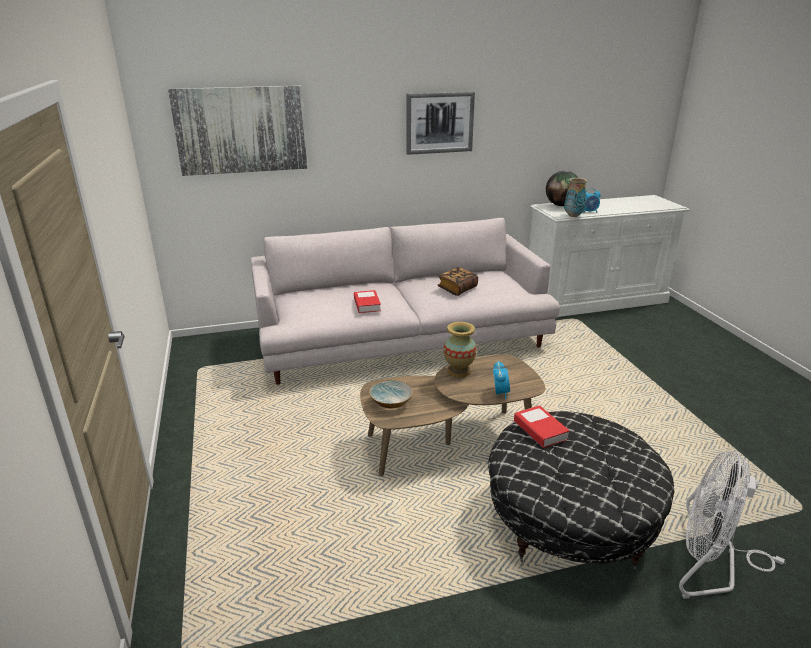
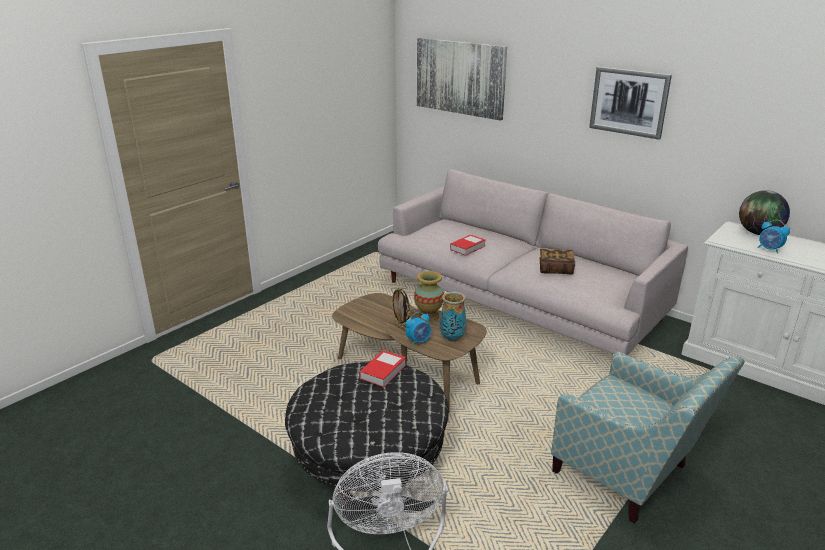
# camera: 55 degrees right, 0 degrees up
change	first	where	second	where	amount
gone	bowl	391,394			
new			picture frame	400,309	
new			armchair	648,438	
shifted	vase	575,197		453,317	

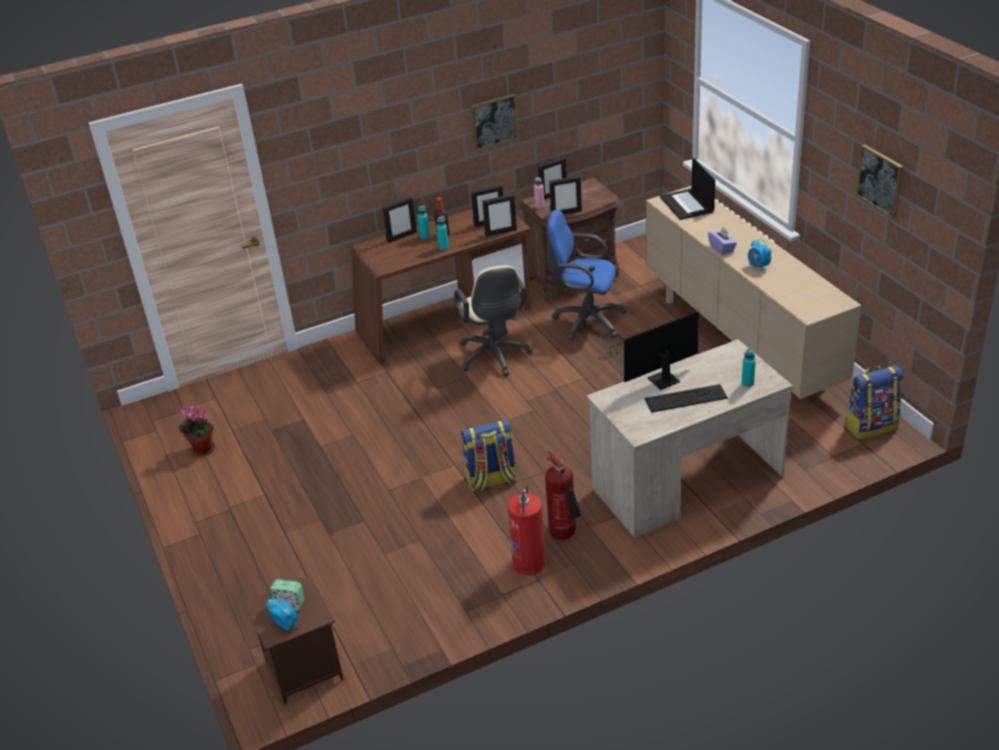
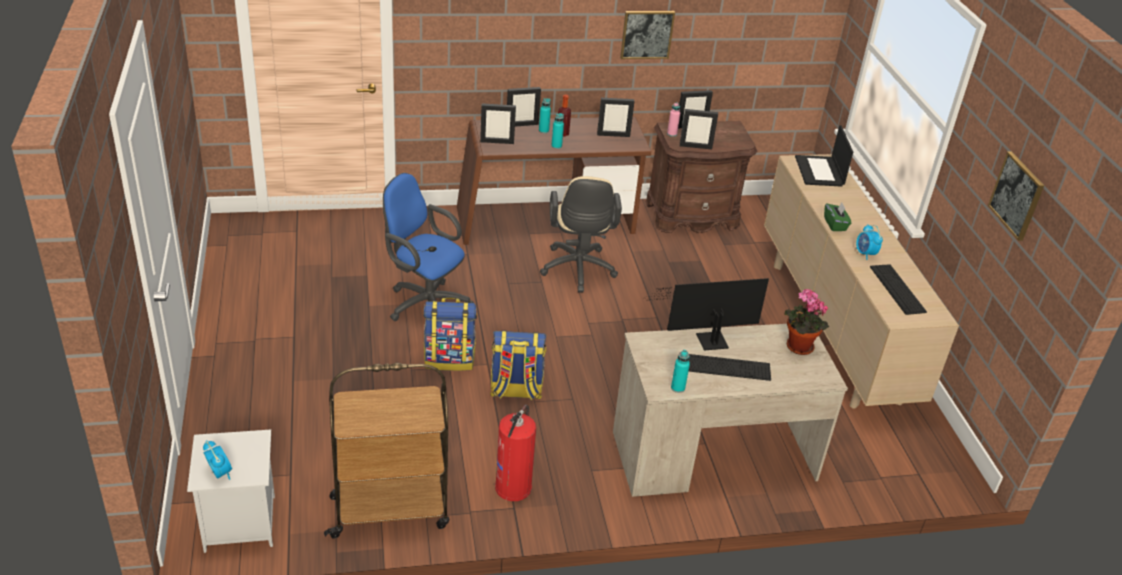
# camera: 10 degrees right, 0 degrees up
change	first	where	second	where	amount
gone	alarm clock	287,595			
gone	fire extinguisher	563,495			
new			brown cart	386,451	
new			keyboard	898,289	
shifted	potted plant	197,430		806,322	
shifted	picture frame	499,215		498,123	
shifted	blue office chair	586,275		428,247	
shifted	turquoise bottle	749,367		680,371	
shifted	backpack	874,402		450,334	
repainted	brown nightstand	294,639	grey nightstand	231,491	
repainted	purple tissue box	722,241	green tissue box	837,216	

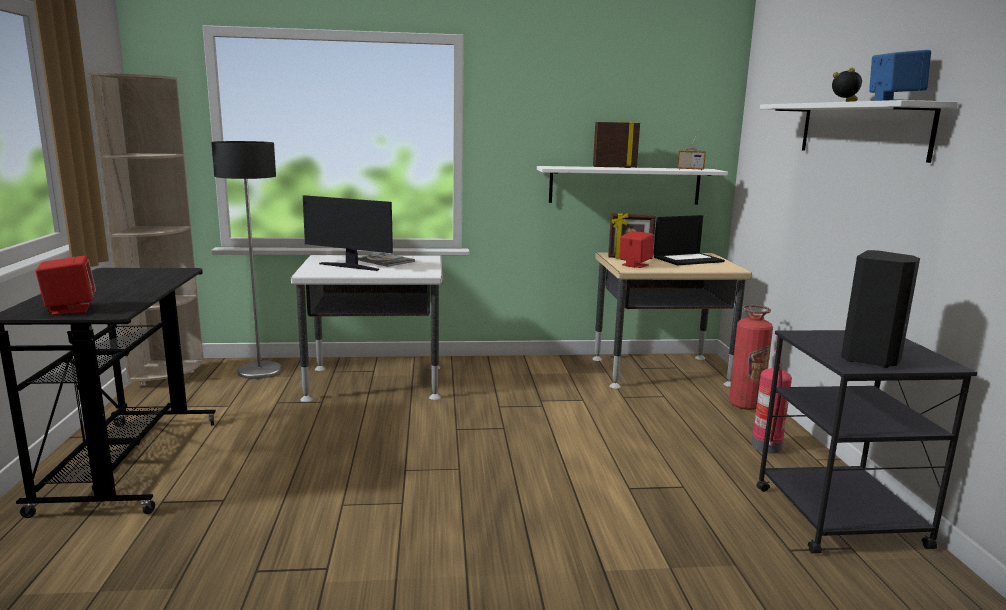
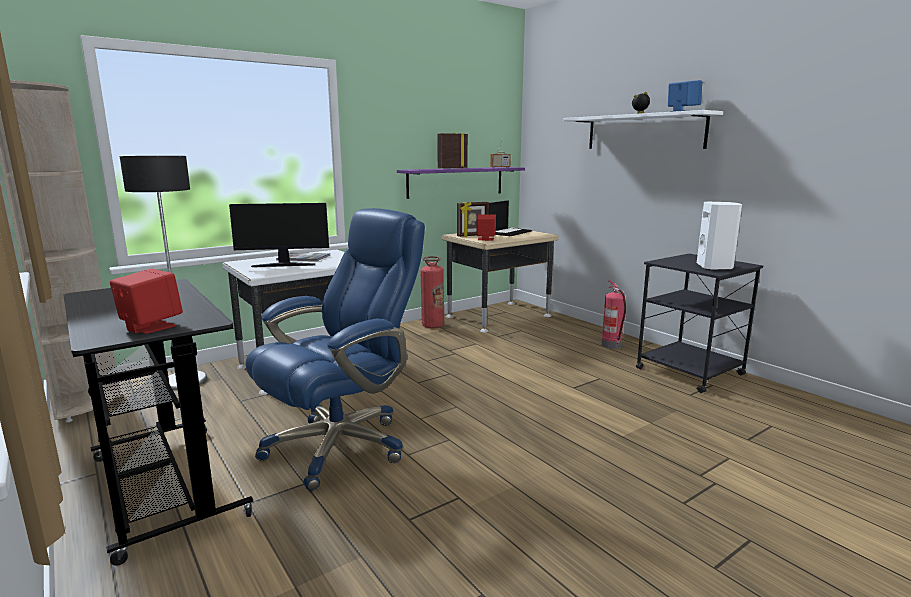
# camera: 30 degrees left, 0 degrees up
change	first	where	second	where	amount
new			blue office chair	335,349	
shifted	fire extinguisher	751,357		432,292	
repainted	white shelf	632,185	purple shelf	461,183	
repainted	black speaker	880,309	white speaker	719,236	

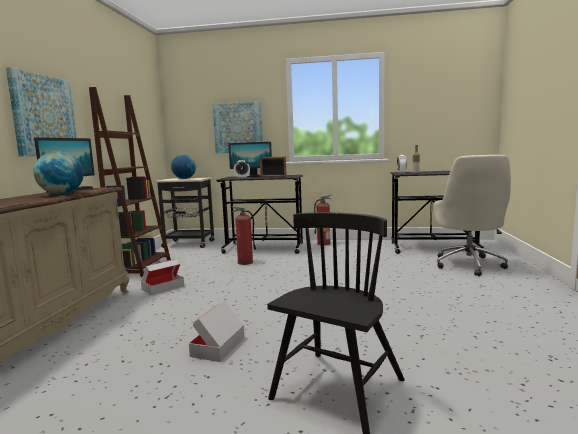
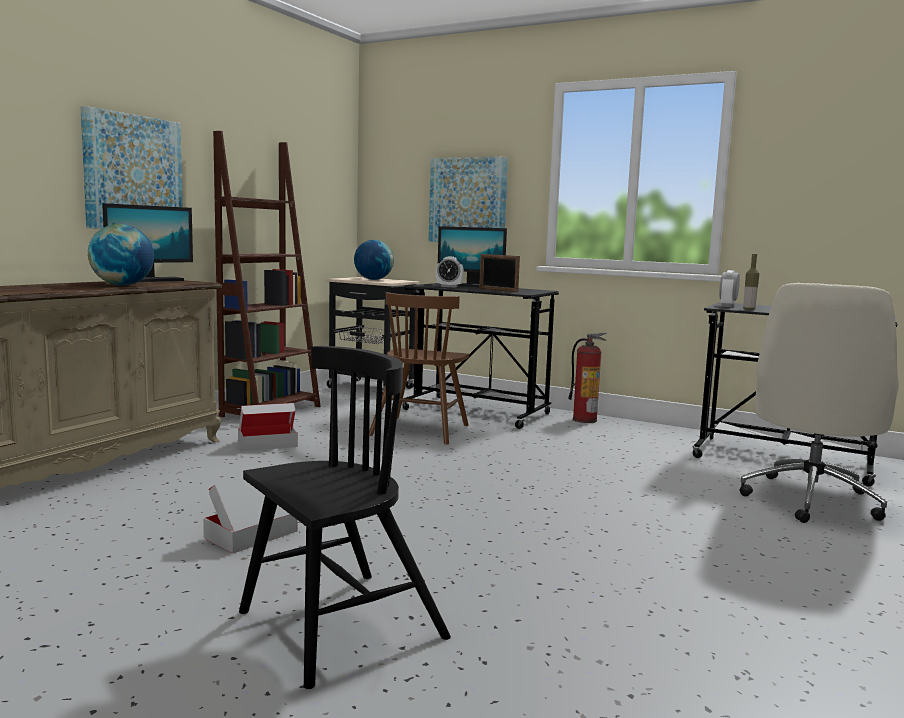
# camera: 20 degrees right, 0 degrees up
change	first	where	second	where	amount
swapped	fire extinguisher	244,236	brown chair	419,368	

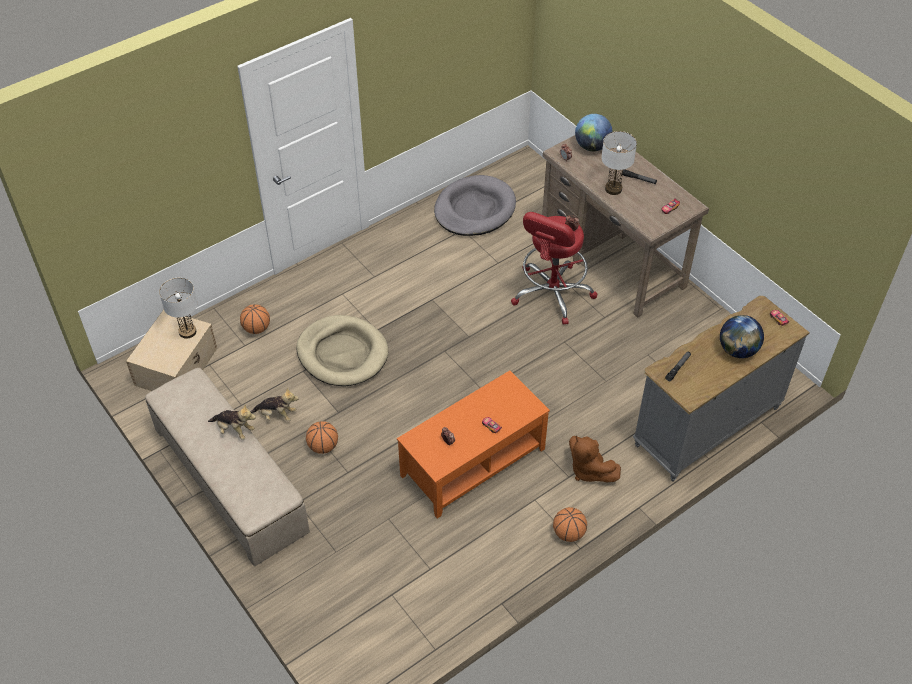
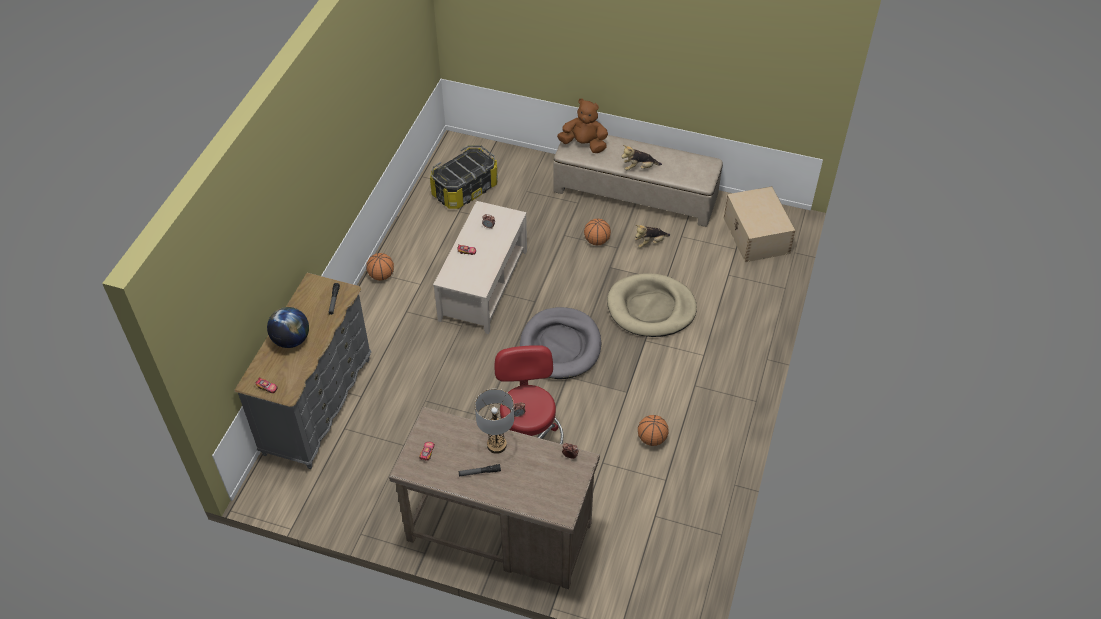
# camera: 145 degrees right, 0 degrees up
change	first	where	second	where	amount
gone	table lamp	178,308			
gone	globe	594,132			
new			storage box	464,177	
shifted	basketball	255,319		653,430	
shifted	grey dog bed	475,205		560,343	
shifted	brown plush toy	595,459		582,125	
repainted	orange coffee table	473,444	beige coffee table	480,267	

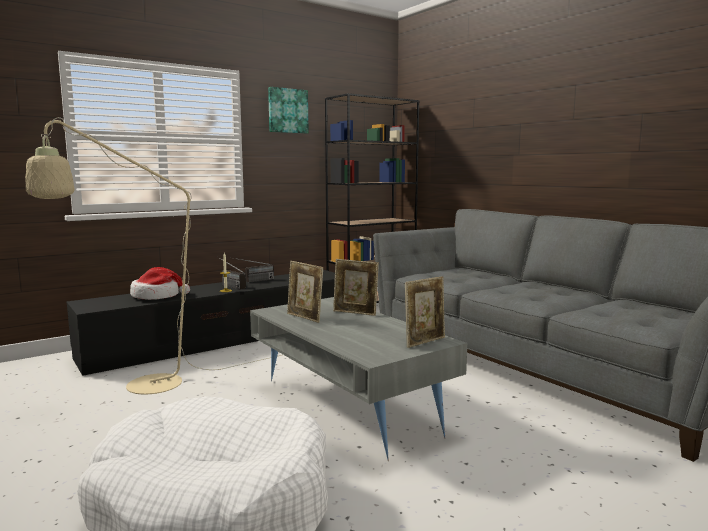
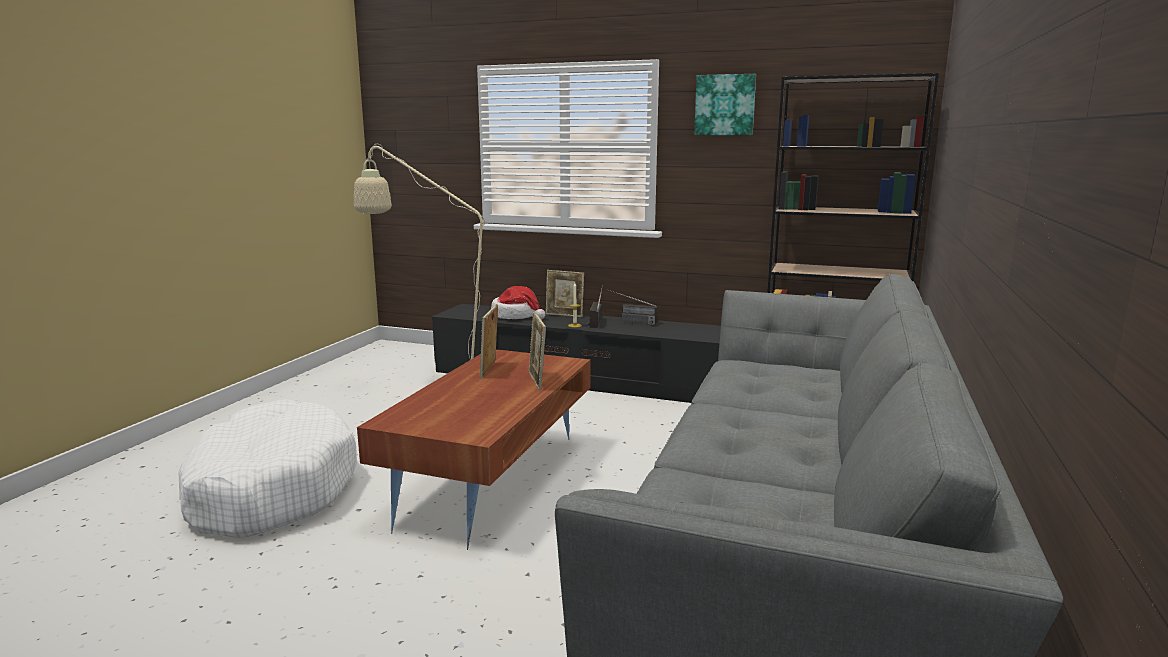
# camera: 55 degrees right, 5 degrees up
change	first	where	second	where	amount
shifted	picture frame	425,312		565,293	
repainted	grey coffee table	358,379	brown coffee table	473,449	

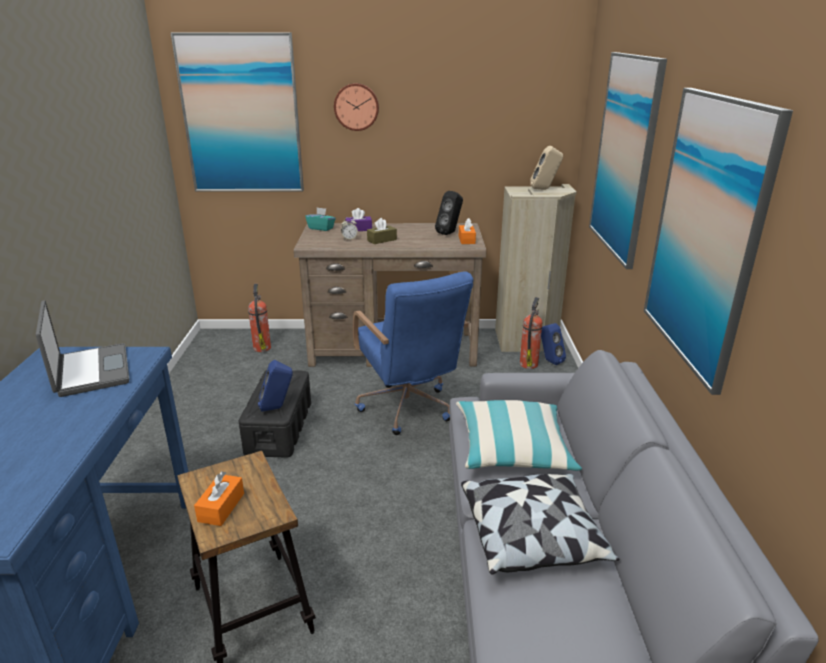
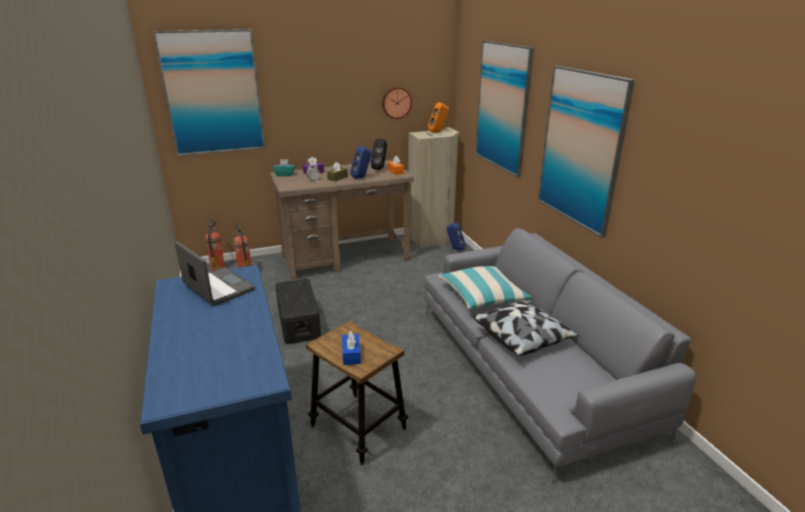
# camera: 20 degrees left, 0 degrees up
change	first	where	second	where	amount
gone	blue office chair	413,353			
shifted	blue speaker	275,386		361,162	
shifted	wall clock	356,107		397,103	
shifted	fire extinguisher	531,333		215,245	
repainted	orange tissue box	219,498	blue tissue box	351,348	
repainted	beige speaker	546,168	orange speaker	438,117	

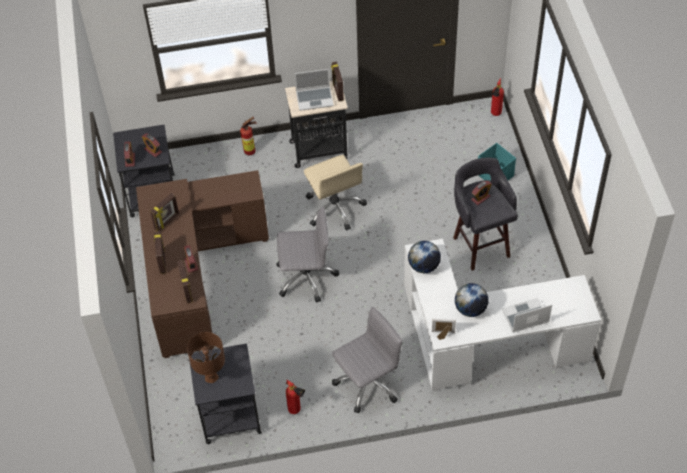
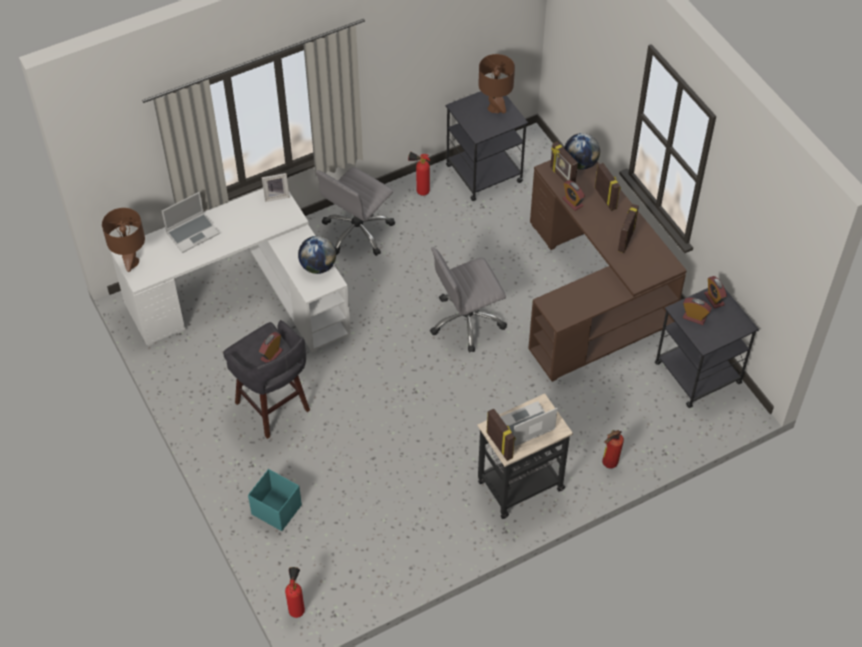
# camera: 160 degrees right, 0 degrees up
change	first	where	second	where	amount
gone	beige office chair	335,193			
new			brown table lamp	123,240	
shifted	globe	472,300		582,151	

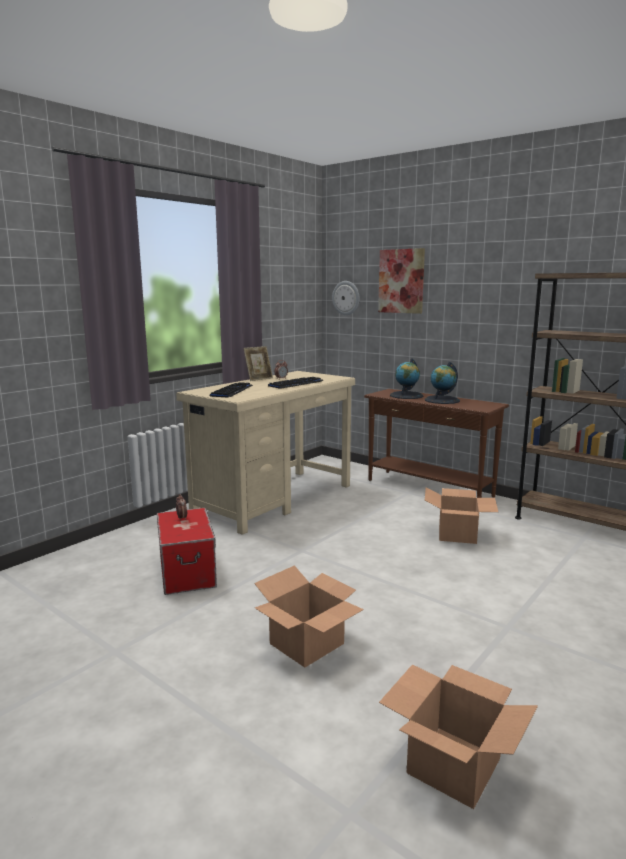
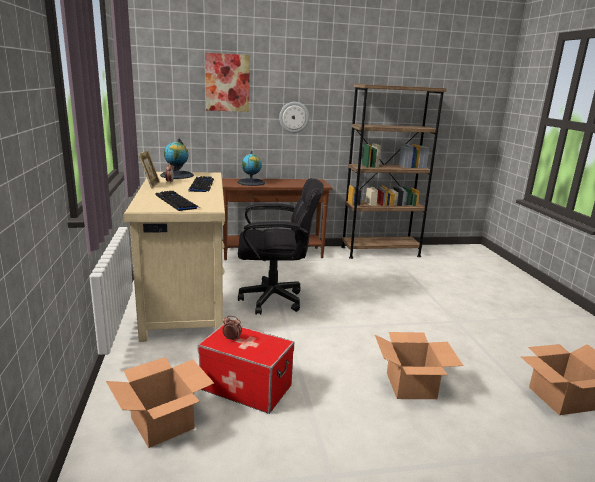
# camera: 50 degrees left, 5 degrees up
change	first	where	second	where	amount
new			black office chair	281,246	
shifted	wall clock	346,298		294,117	
shifted	globe	442,383		177,158	
shifted	cardboard box	461,515		160,402	

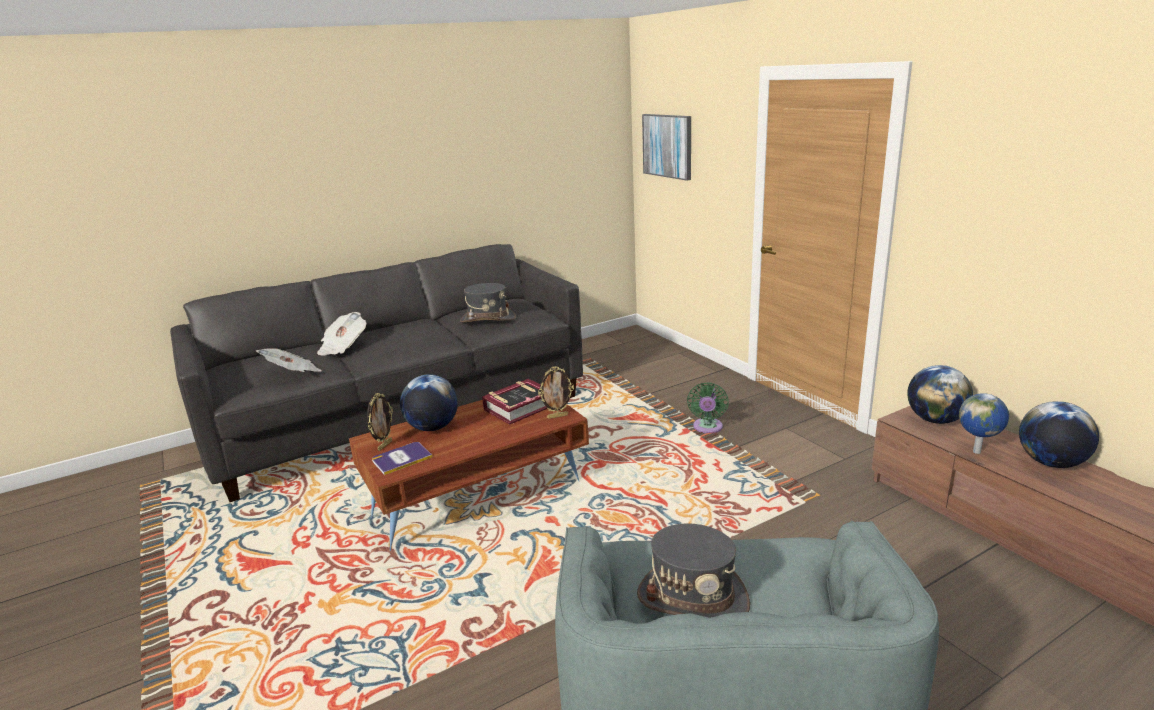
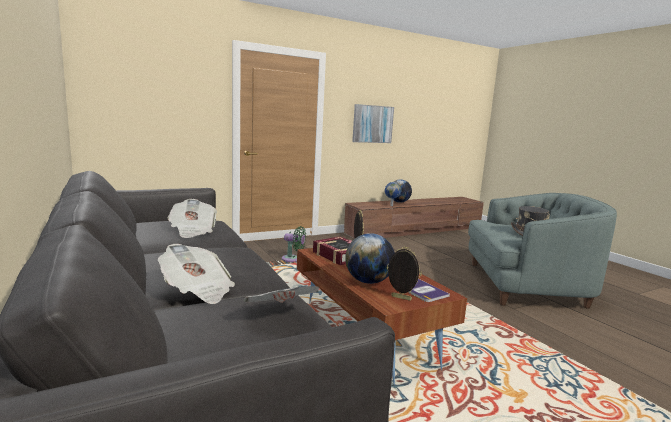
# camera: 90 degrees left, 10 degrees down
change	first	where	second	where	amount
gone	globe	940,394			
shifted	picture	666,147		373,123	
swapped	grey hat	488,303	newspaper	192,218	

